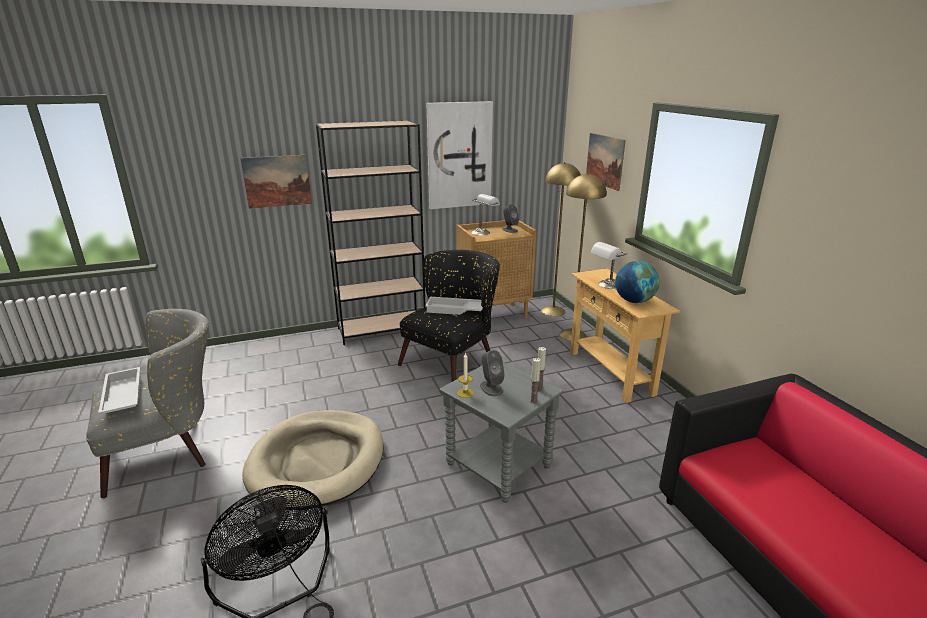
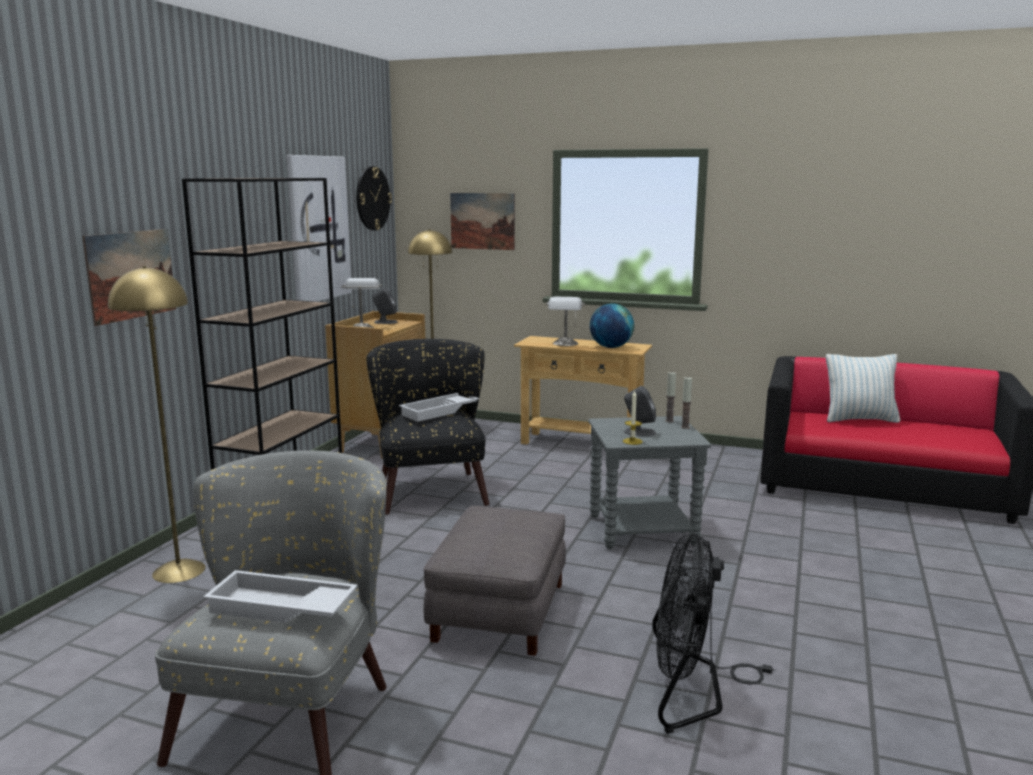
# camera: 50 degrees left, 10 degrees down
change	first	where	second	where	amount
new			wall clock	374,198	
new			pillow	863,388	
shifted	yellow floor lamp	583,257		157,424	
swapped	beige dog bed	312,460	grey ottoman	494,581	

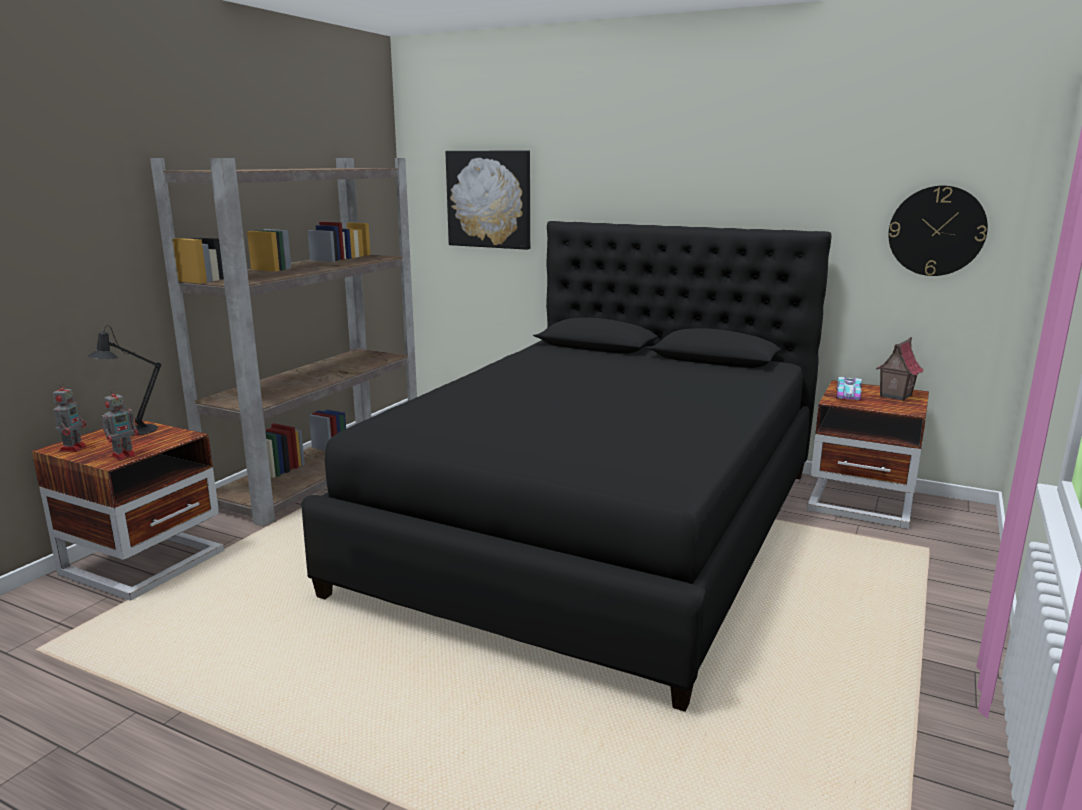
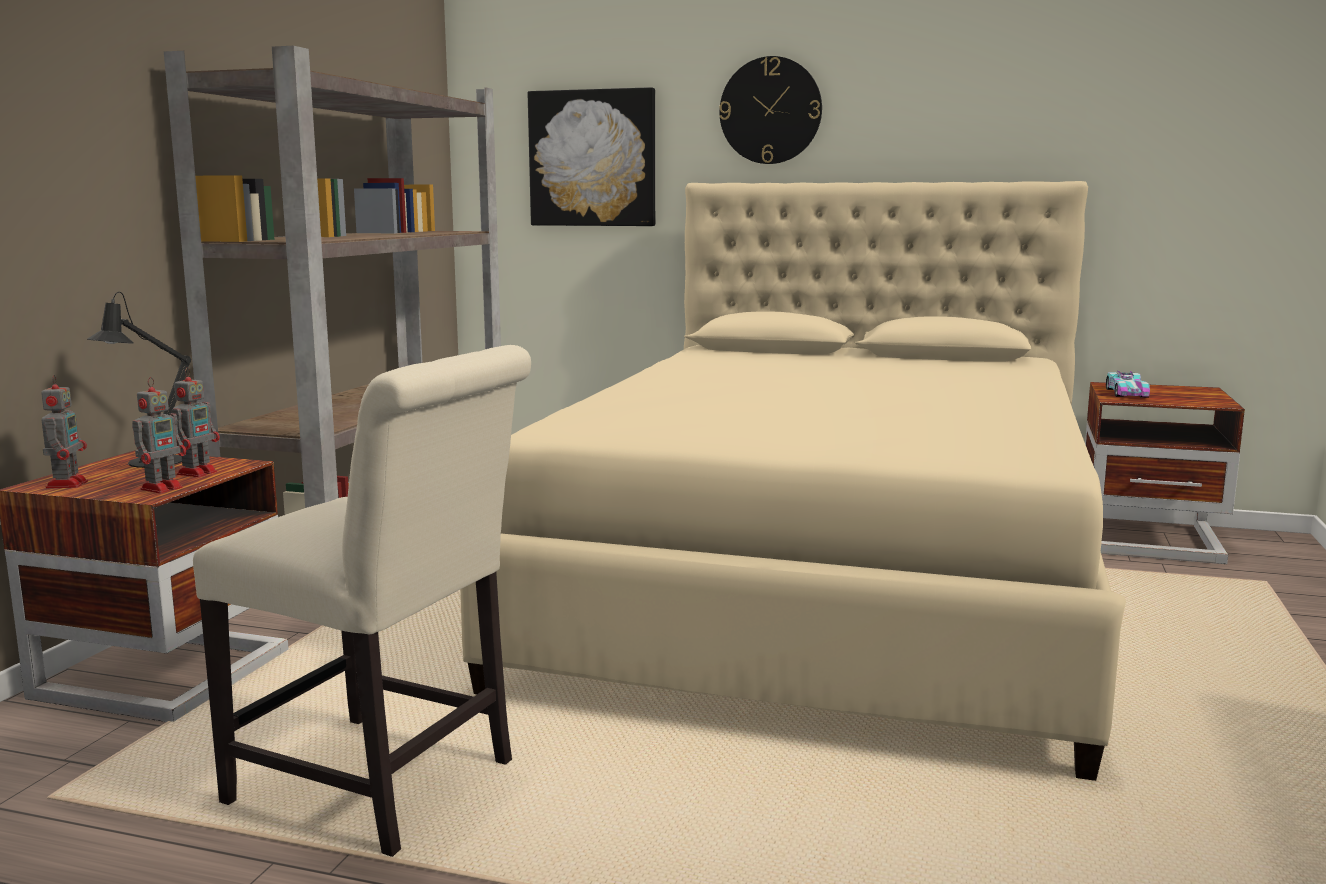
# camera: 10 degrees left, 5 degrees down
change	first	where	second	where	amount
gone	toy house	899,369			
new			toy robot	196,422	
new			beige chair	362,601	
shifted	wall clock	938,230		770,110	
repainted	black bed	566,466	beige bed	793,481	

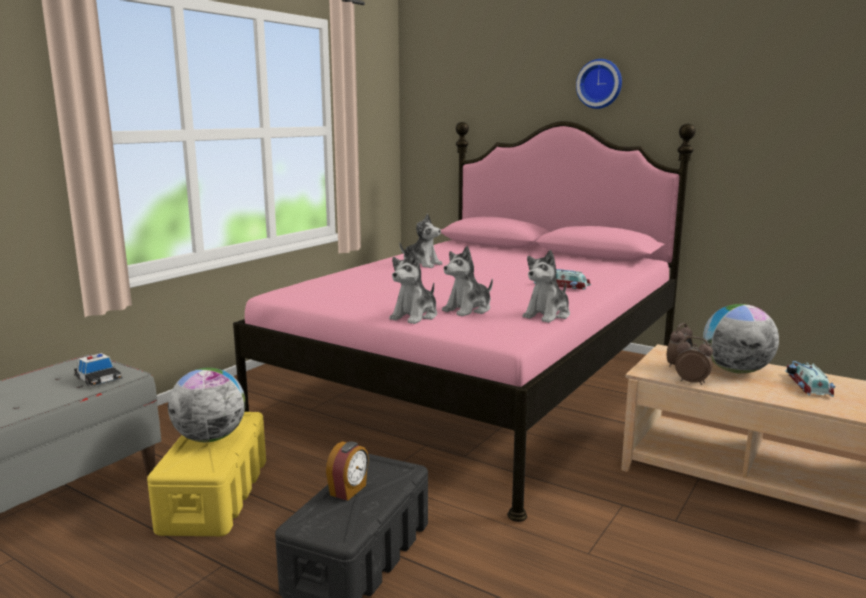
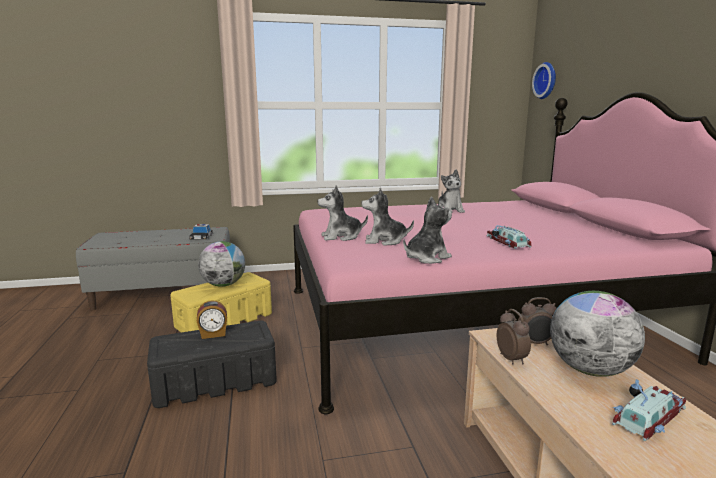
# camera: 45 degrees right, 0 degrees up
change	first	where	second	where	amount
shifted	wall clock	599,84		544,80	
rotated	plush toy	546,286		427,230	150 degrees clockwise

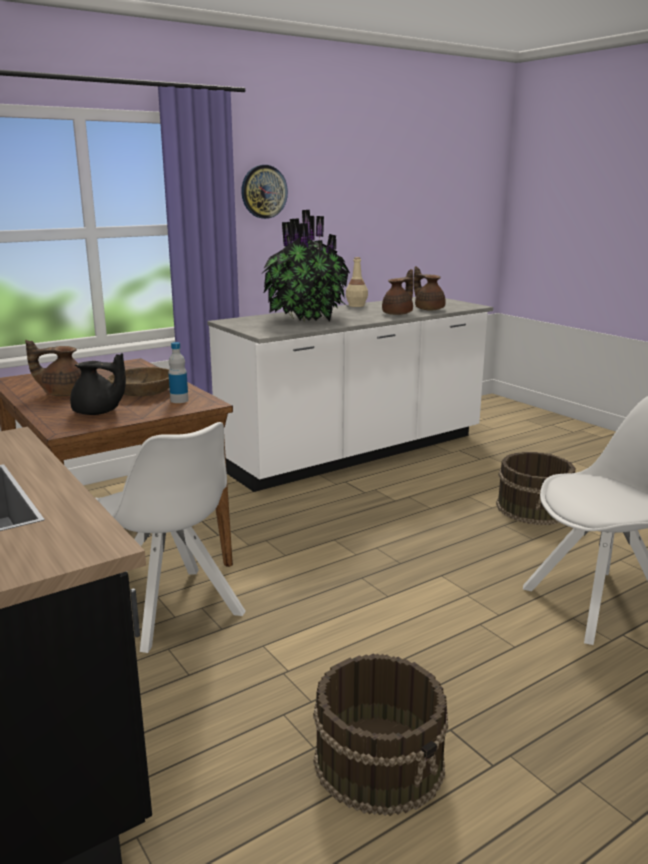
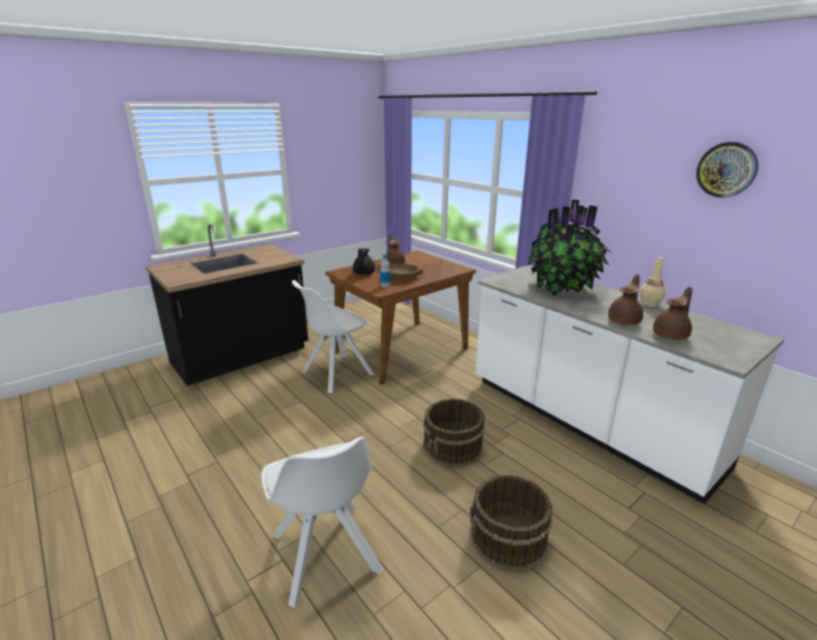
# camera: 85 degrees right, 5 degrees up
change	first	where	second	where	amount
shifted	wall clock	264,192		727,170	
shifted	brown bucket	380,734		454,433	
rotated	brown teapot	397,292		625,299	90 degrees counterclockwise

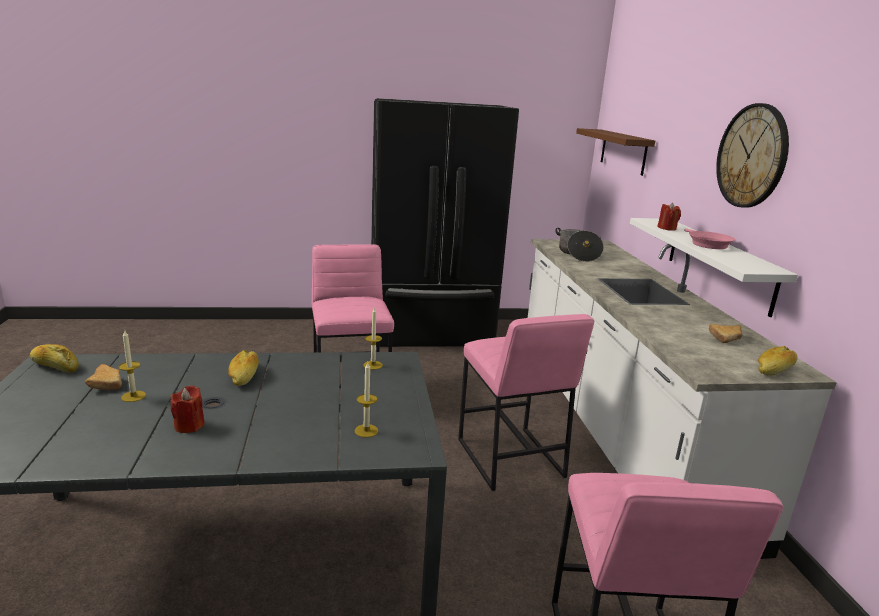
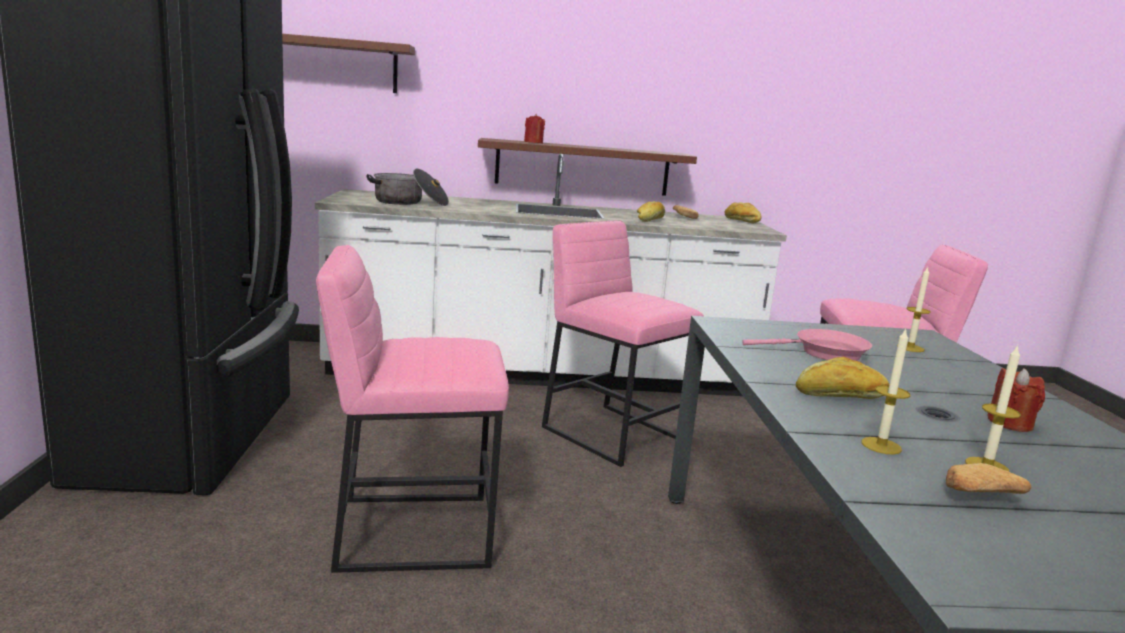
# camera: 85 degrees left, 5 degrees down
change	first	where	second	where	amount
gone	wall clock	752,155			
shifted	bread	54,358		651,211	
shifted	candle	373,338		886,392	
shifted	pink frying pan	709,238		807,345	
repainted	white shelf	714,267	brown shelf	587,167	
rotated	pink chair	526,402		623,343	120 degrees counterclockwise

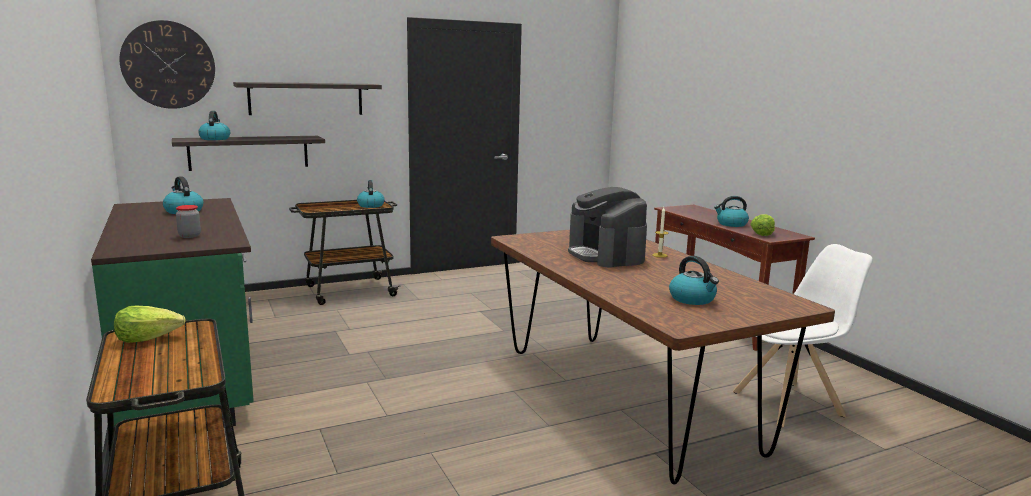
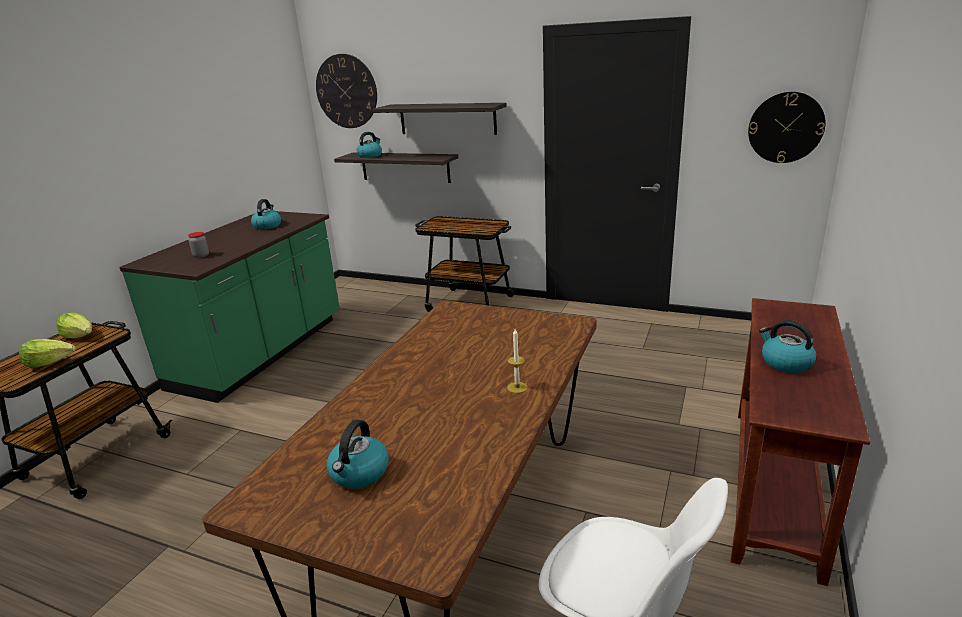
# camera: 50 degrees right, 10 degrees up
change	first	where	second	where	amount
gone	kettle	371,194			
gone	coffee machine	607,227			
new			wall clock	786,127	
shifted	lettuce	762,225		47,353	

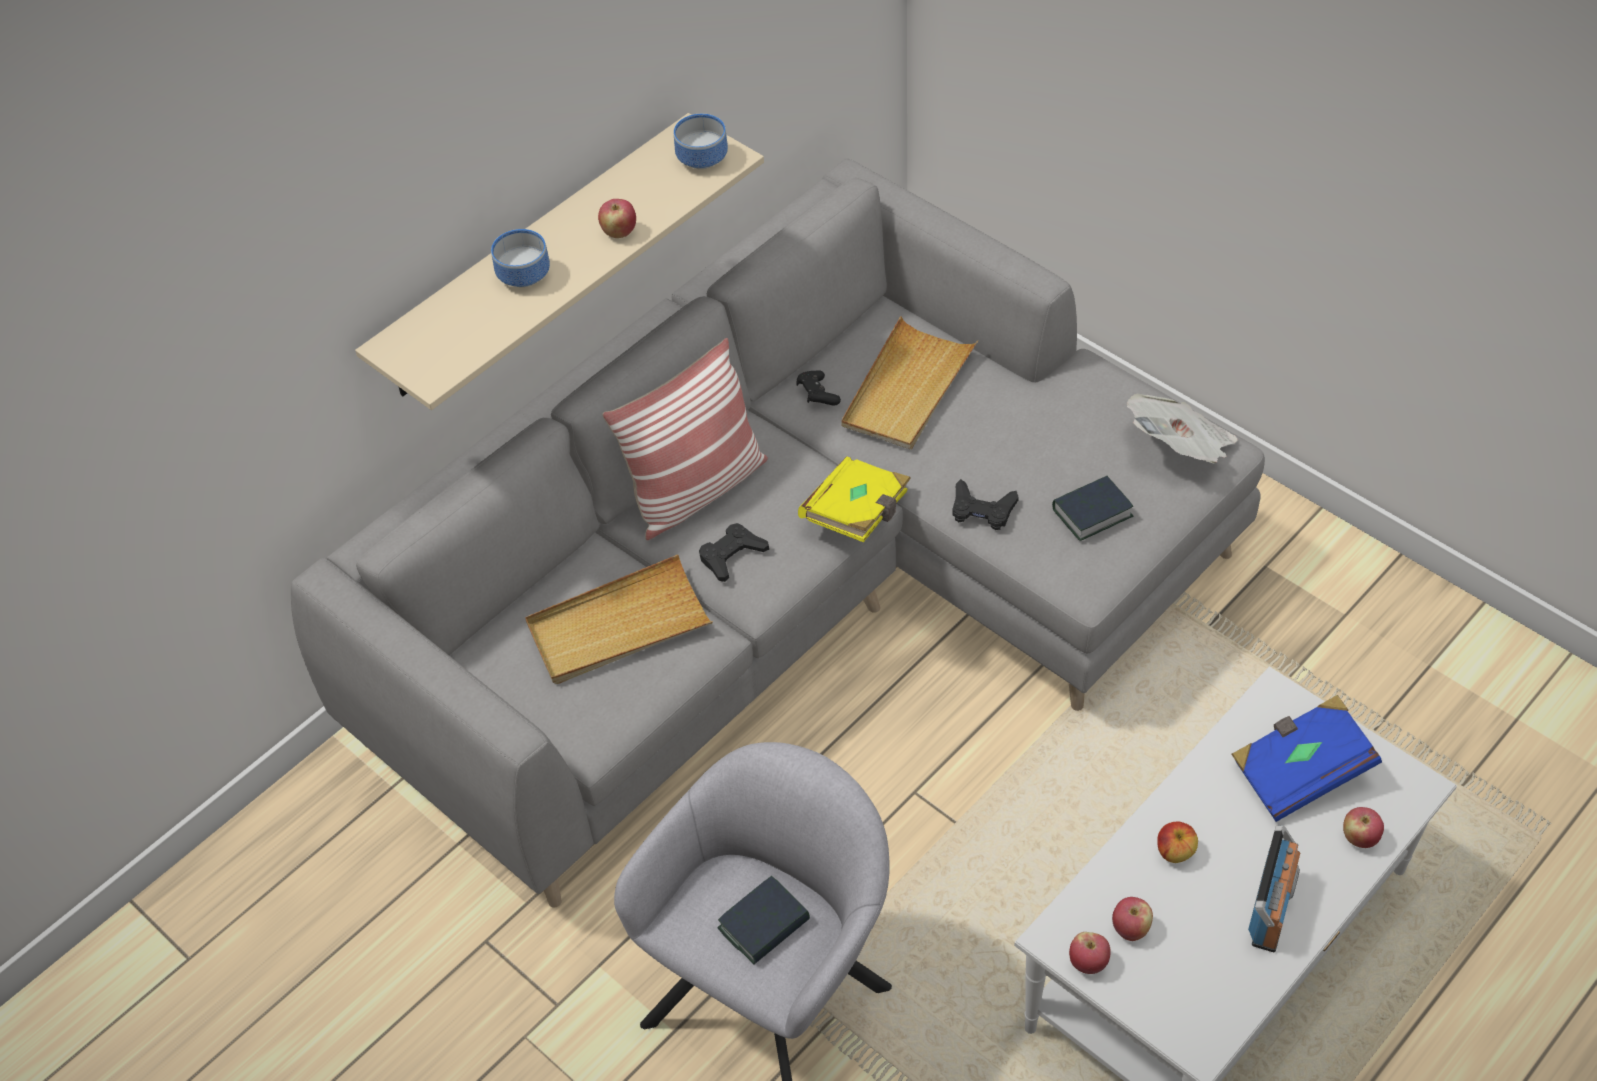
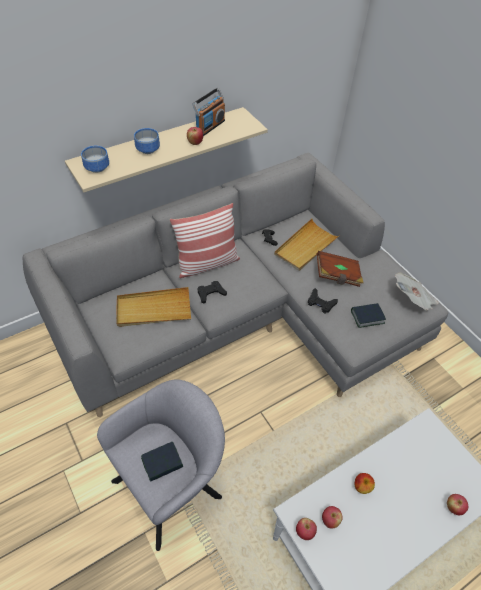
# camera: 10 degrees right, 0 degrees up
change	first	where	second	where	amount
gone	yellow book	854,499			
gone	blue book	1307,758			
new			brown book	339,269	
shifted	bowl	701,141		95,159	
shifted	radio	1274,888		208,112	

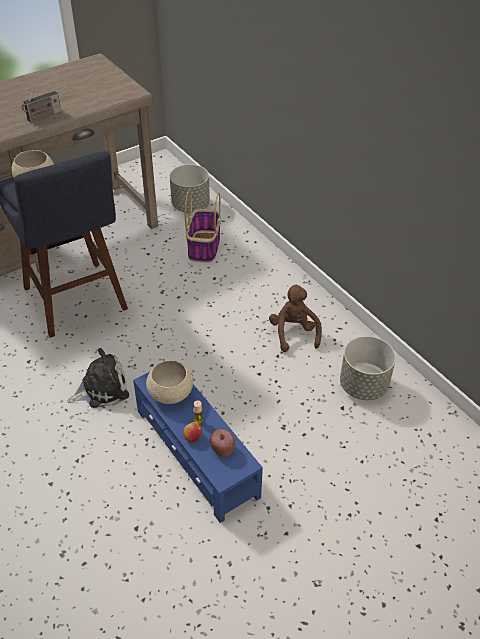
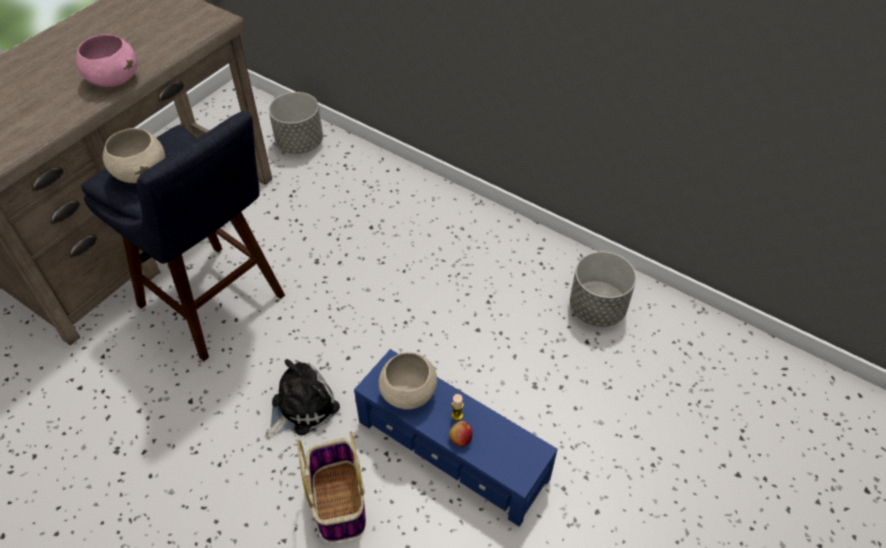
# camera: 20 degrees left, 5 degrees up
change	first	where	second	where	amount
gone	apple	222,443			
gone	brown plush toy	295,318			
shifted	basket	203,226		332,486	
swapped	radio	41,105	pink bowl	106,60	

